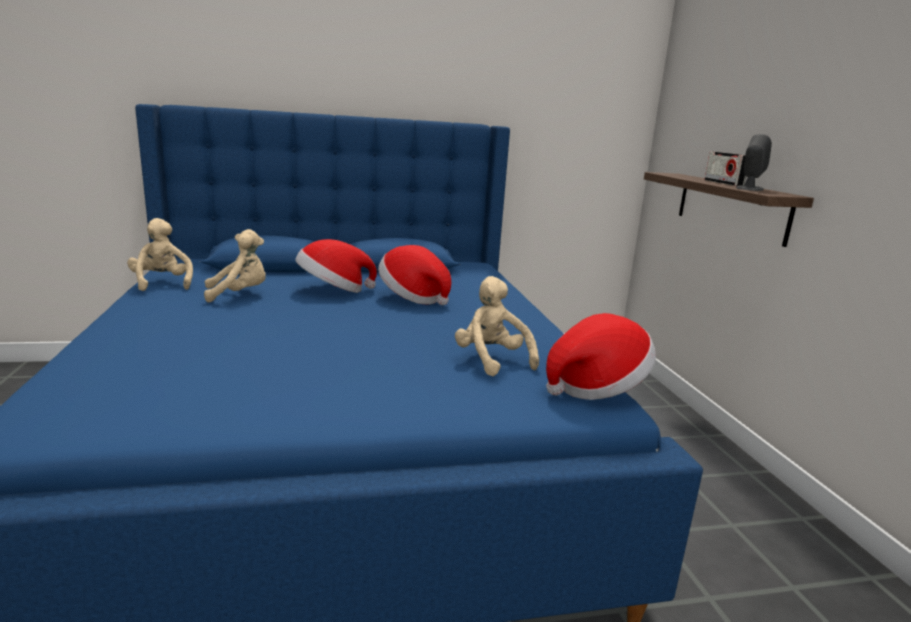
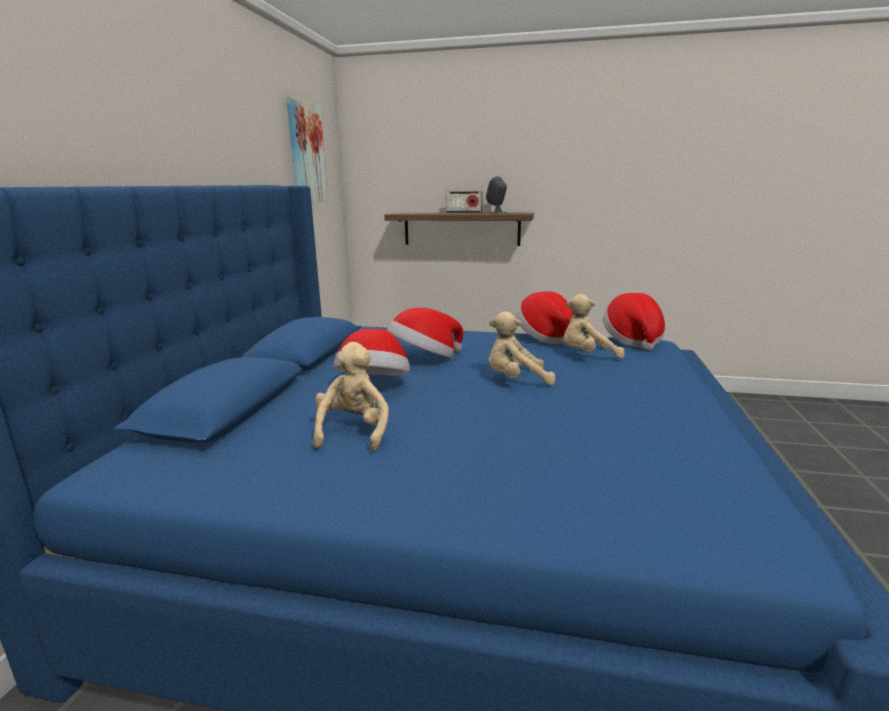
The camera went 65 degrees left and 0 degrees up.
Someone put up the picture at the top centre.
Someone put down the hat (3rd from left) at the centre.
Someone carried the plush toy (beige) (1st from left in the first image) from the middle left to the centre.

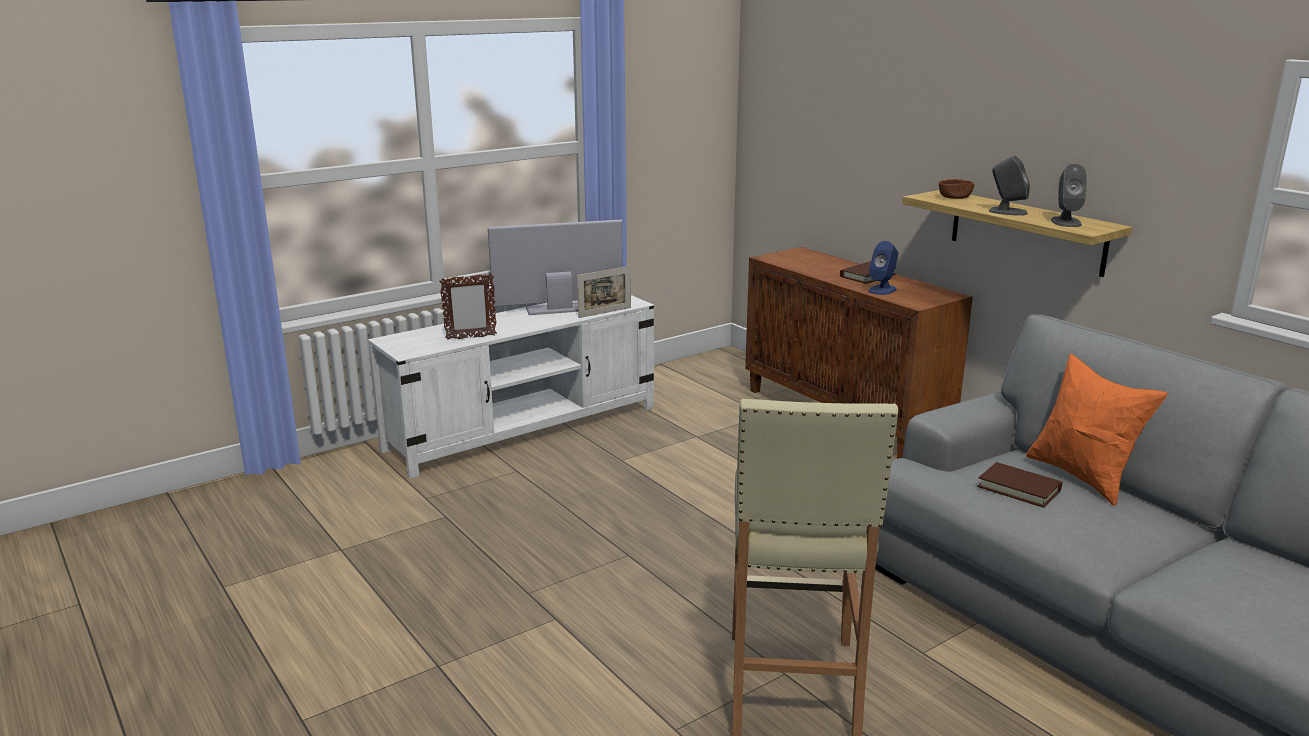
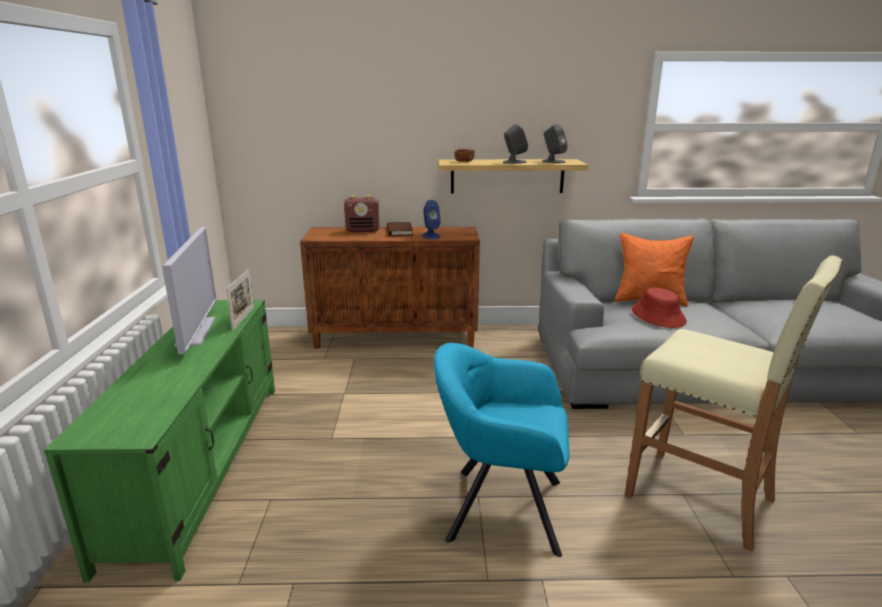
The camera went 55 degrees left and 0 degrees up.
Someone took away the picture frame (1st from left) at the centre.
Someone put down the radio at the centre.
Someone put down the armchair (turquoise) at the bottom centre.
Someone swapped the book (brown) (2nd from left) at the middle right for the hat (red) at the middle right.
Someone repainted the tv stand (white) at the centre, which became the tv stand (green) at the bottom left.
Someone rotated the television at the centre by 150 degrees clockwise.

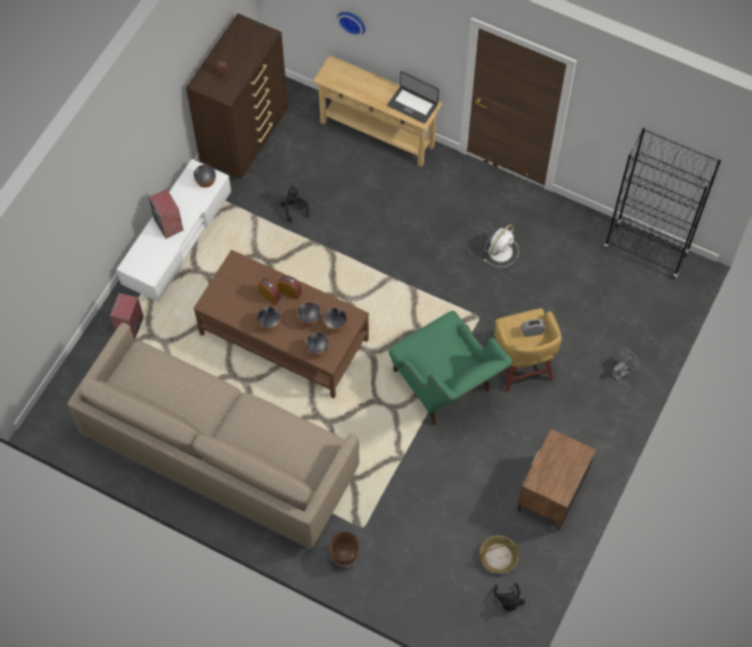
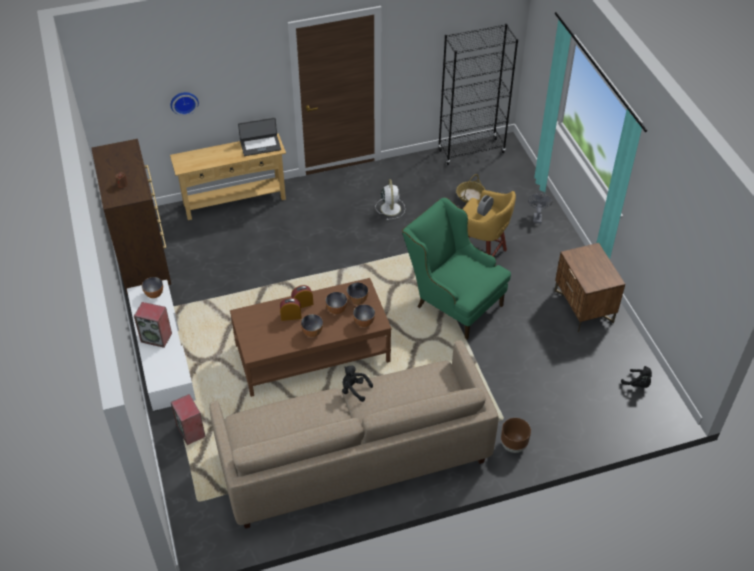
The camera went 45 degrees left and 15 degrees down.
Someone carried the plush toy (black) (1st from left) from the top centre to the bottom centre.
Someone carried the basket from the bottom centre to the top centre.
Someone rotated the armchair (green) at the centre by 150 degrees counterclockwise.

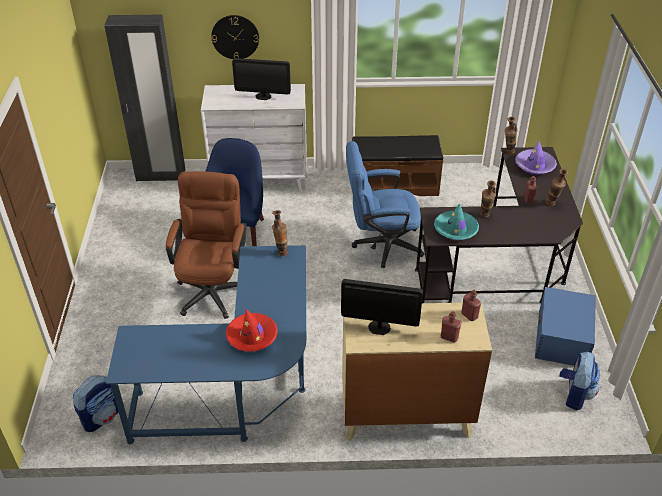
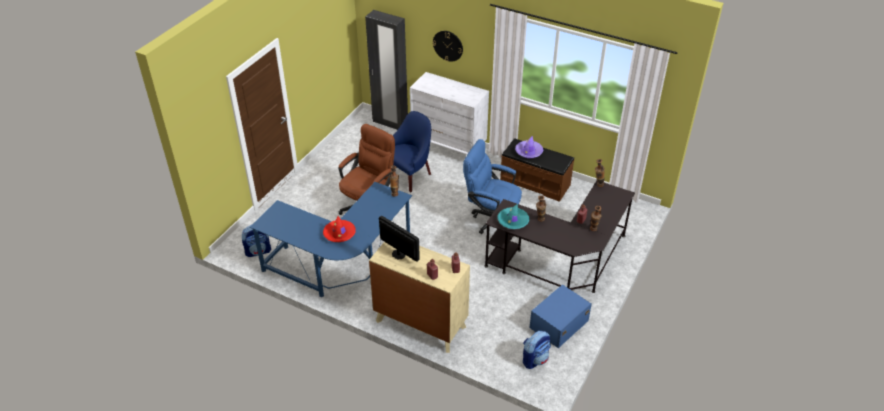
The camera went 30 degrees right and 0 degrees up.
Someone took away the monitor (1st from left) at the top centre.
Someone carried the hat (purple) from the top right to the centre.

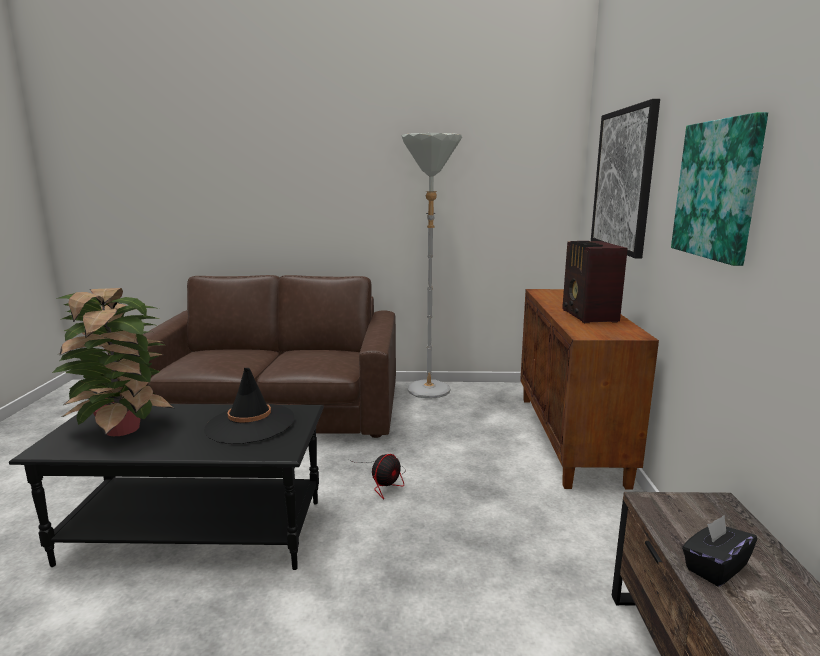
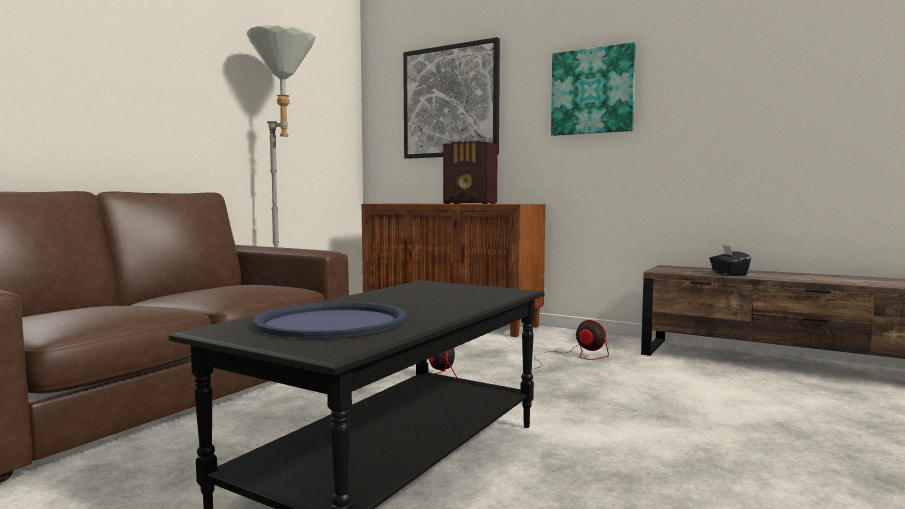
The camera went 60 degrees left and 10 degrees down.
Someone took away the hat (black) at the middle left.
Someone put down the fan (2nd from left) at the bottom centre.
Someone swapped the potted plant at the middle left for the tray (blue) at the centre.

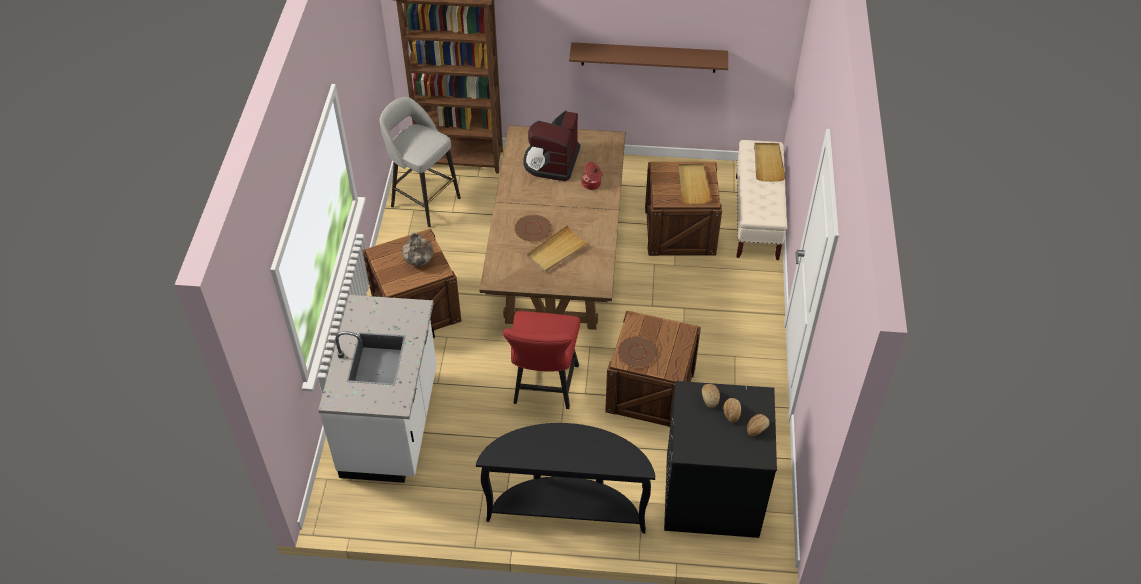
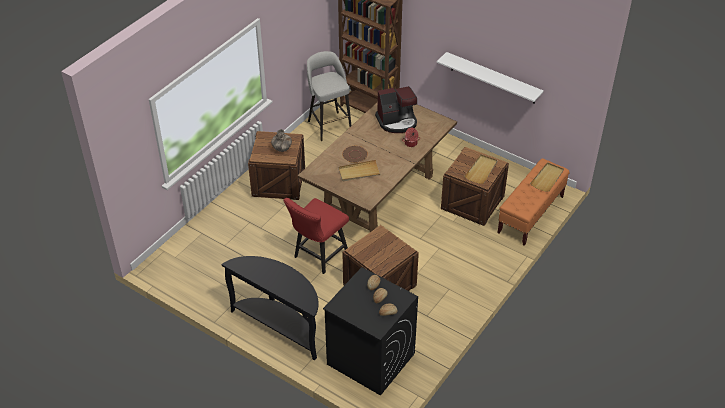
The camera went 30 degrees right and 5 degrees down.
Someone took away the counter (white) at the middle left.
Someone took away the plate (brown) (2nd from left) at the centre.
Someone repainted the shelf (brown) at the top centre, which became the shelf (white) at the top right.
Someone repainted the bench (beige) at the middle right, which became the bench (orange) at the middle right.
Someone rotated the coffee machine at the top centre by 150 degrees counterclockwise.

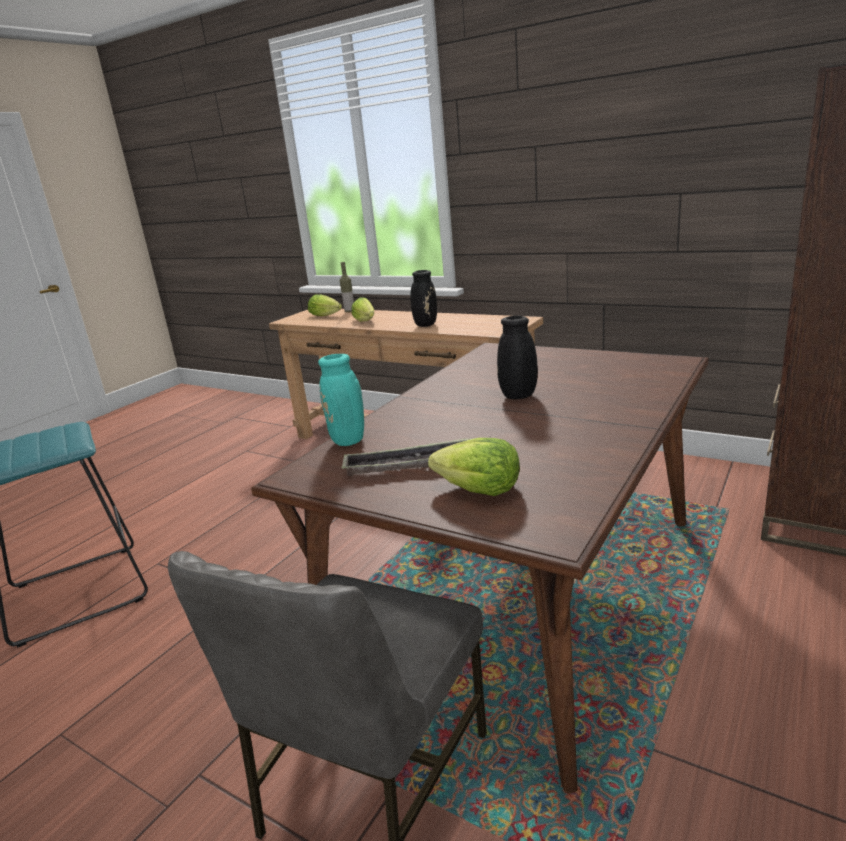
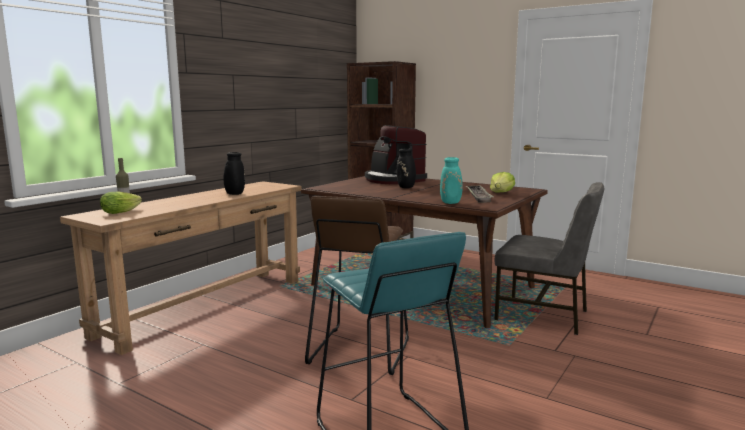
The camera went 90 degrees left and 10 degrees down.
Someone took away the lettuce (2nd from left) at the centre.
Someone put down the stool (brown) at the centre.
Someone put down the coffee machine at the centre.

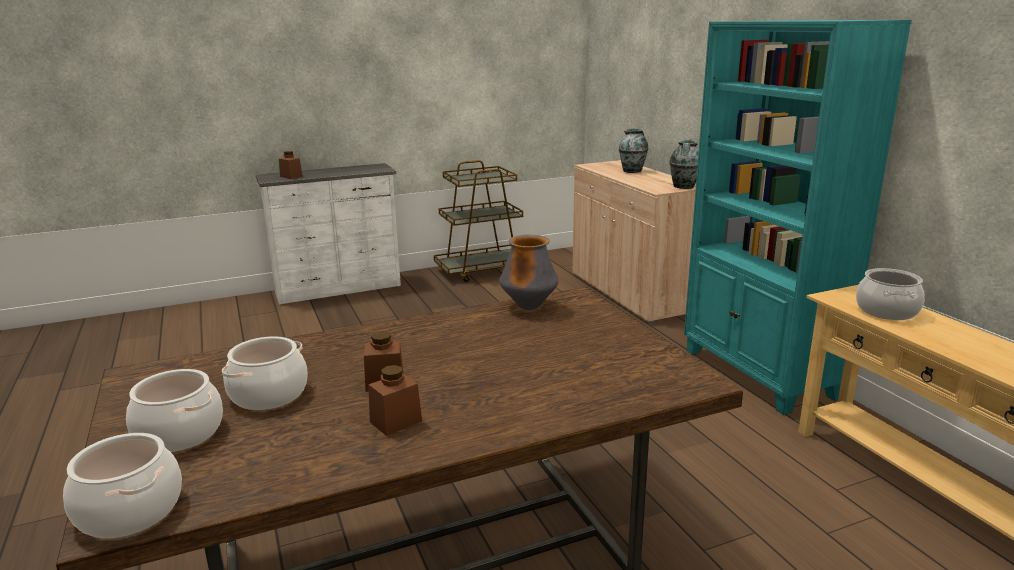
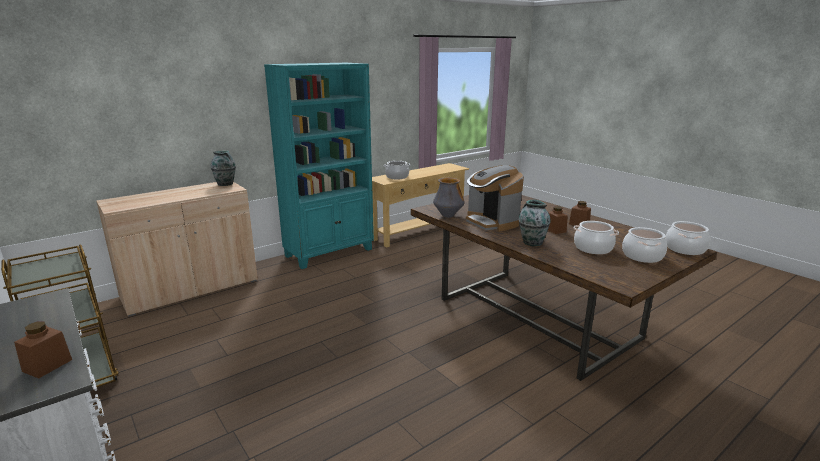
The camera went 105 degrees left and 0 degrees up.
Someone put down the coffee machine at the centre.
Someone carried the vase (2nd from left in the first image) from the top centre to the centre.

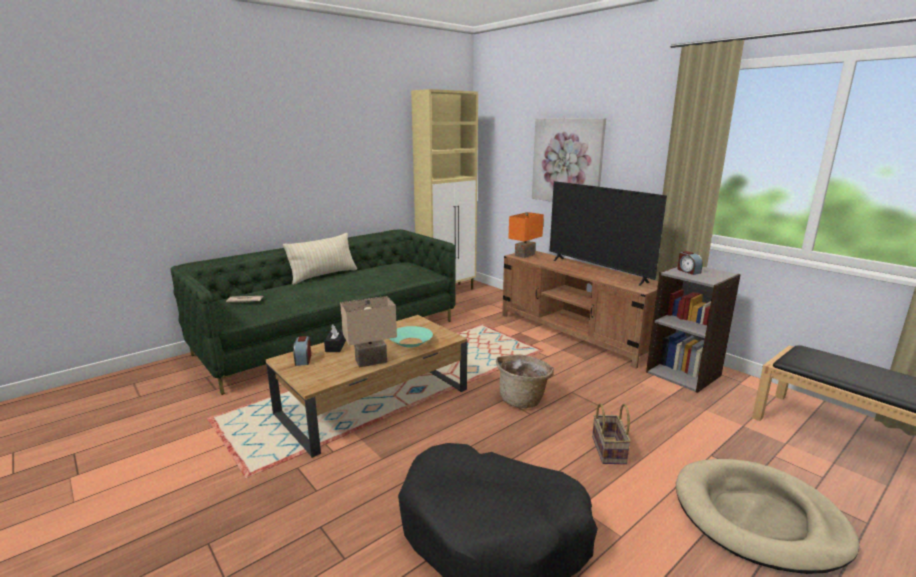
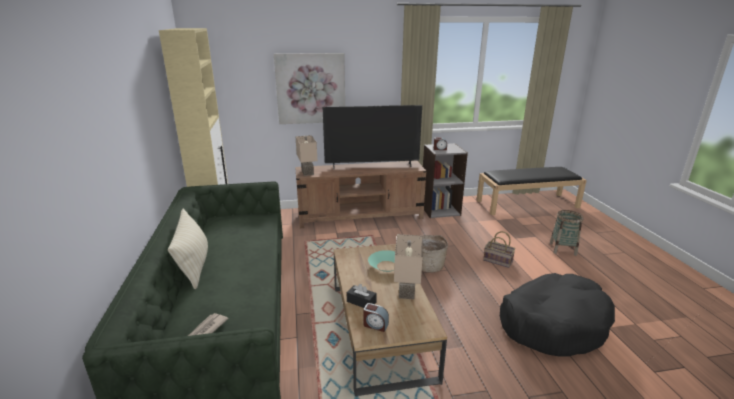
The camera went 60 degrees left and 5 degrees up.
Someone swapped the dog bed (beige) at the bottom right for the basket (3rd from left) at the middle right.
Someone repainted the table lamp (orange) at the centre, which became the table lamp (beige) (1st from left) at the centre.

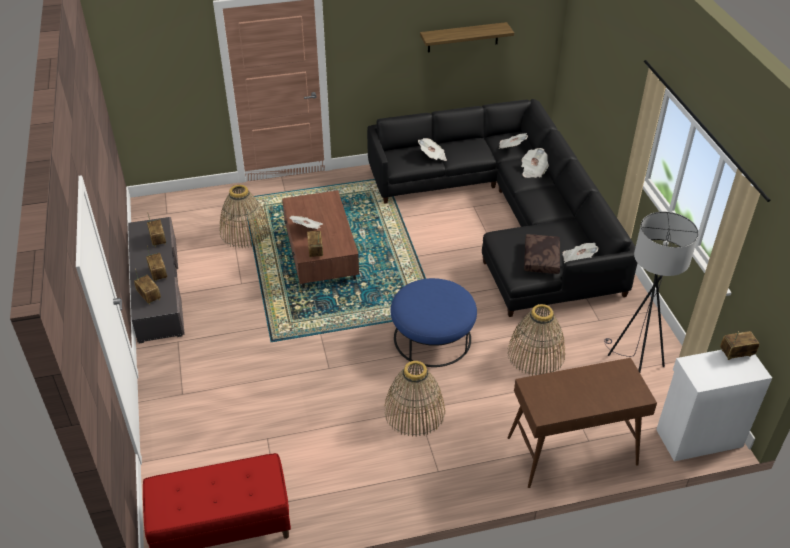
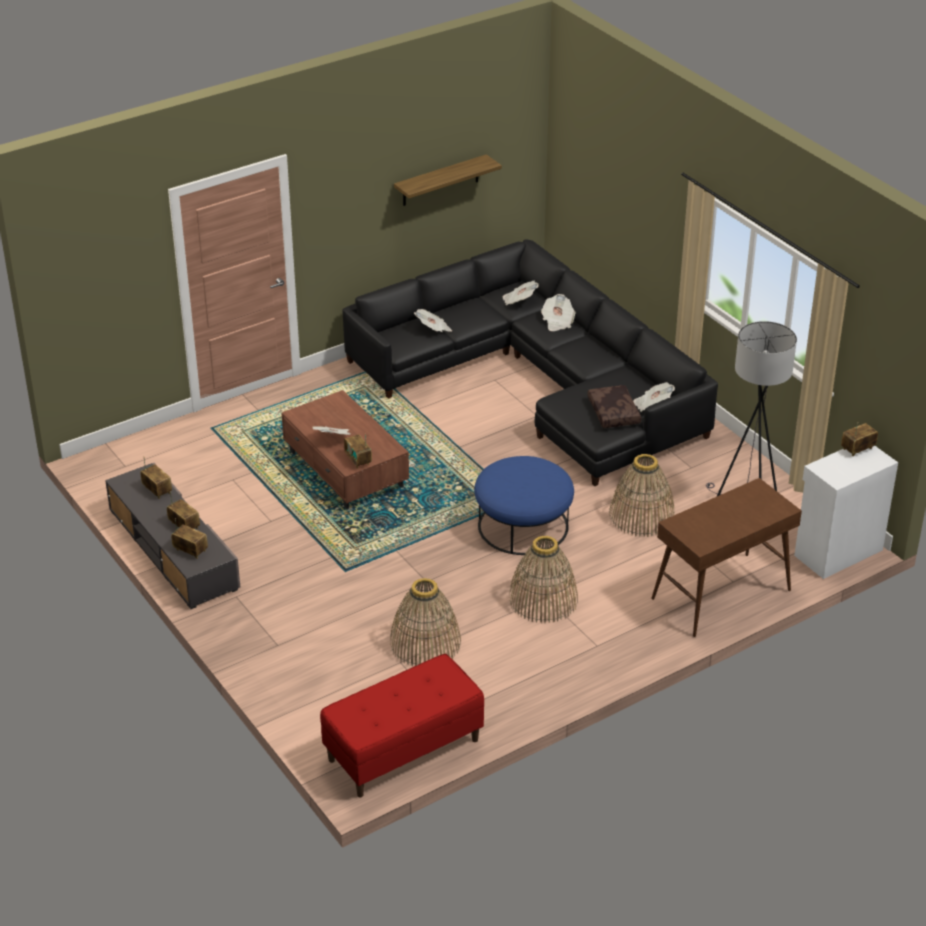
The camera went 20 degrees left and 5 degrees down.
Someone carried the basket (1st from left) from the middle left to the bottom centre.

